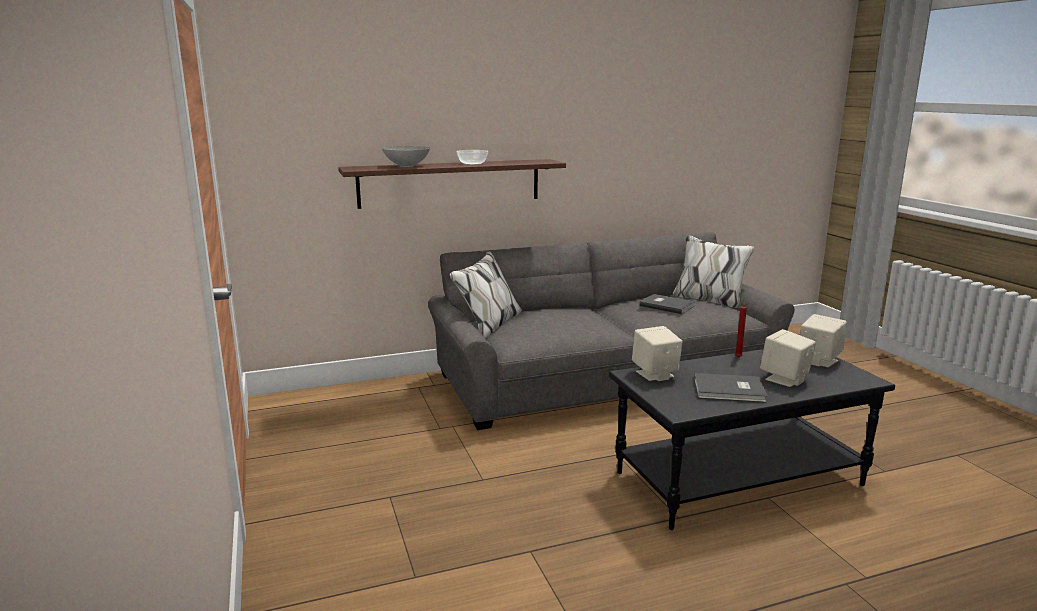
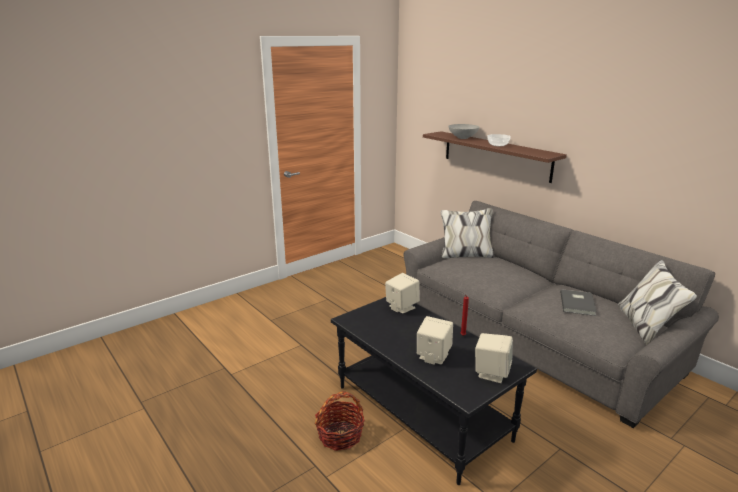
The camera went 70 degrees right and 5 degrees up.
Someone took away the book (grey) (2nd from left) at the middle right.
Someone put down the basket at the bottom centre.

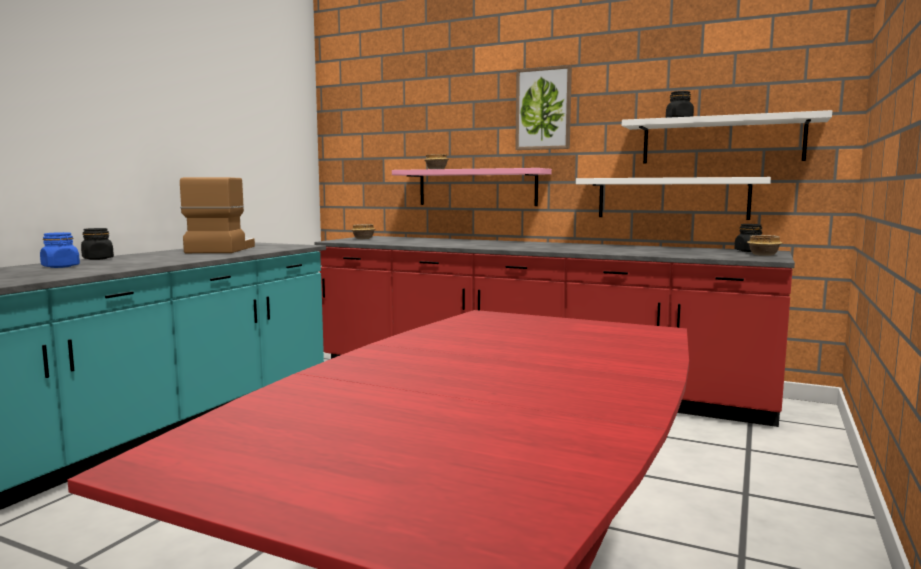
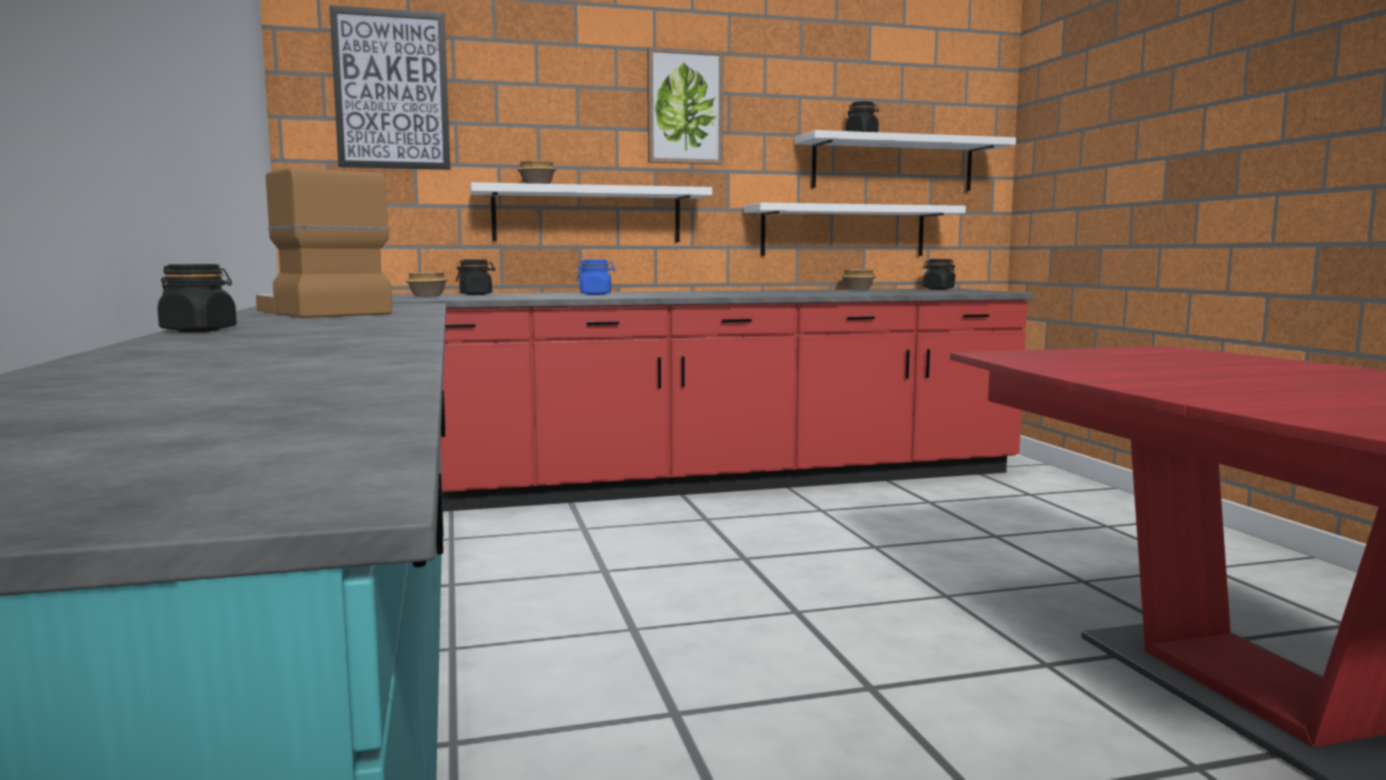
The camera went 40 degrees left and 0 degrees up.
Someone put up the picture (1st from left) at the top left.
Someone put down the jar (black) (2nd from left) at the centre.
Someone carried the jar (blue) from the middle left to the centre.
Someone carried the bowl (3rd from left) from the middle right to the centre.
Someone repainted the shelf (pink) at the top centre, which became the shelf (white) (1st from left) at the top centre.

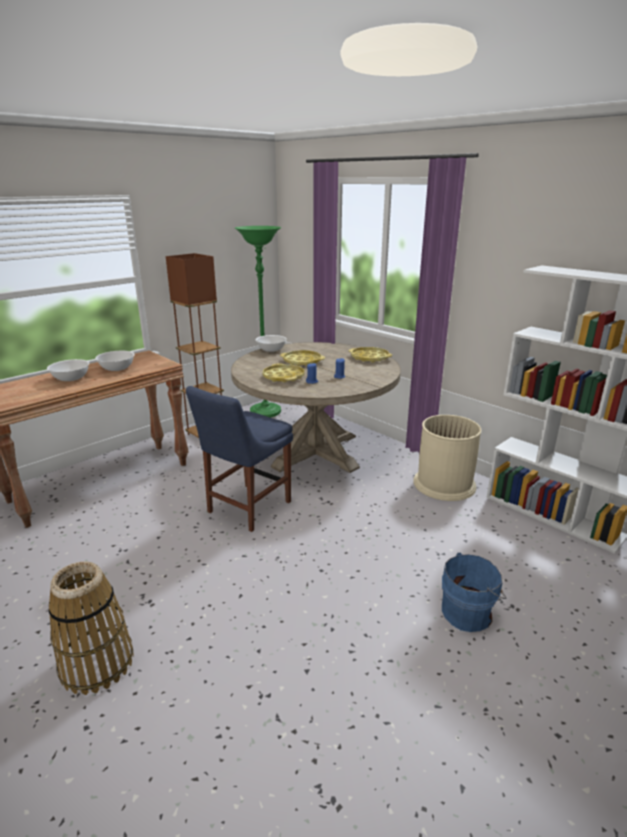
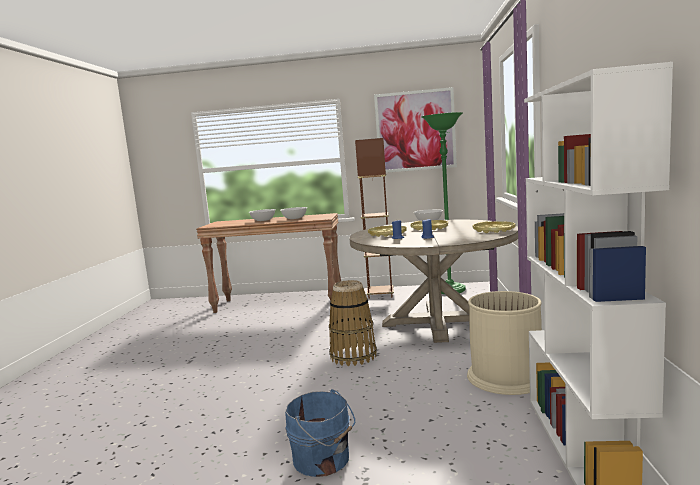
The camera went 50 degrees right and 15 degrees down.
Someone took away the chair (blue) at the centre.
Someone put up the picture at the top centre.
Someone carried the basket from the bottom left to the centre.

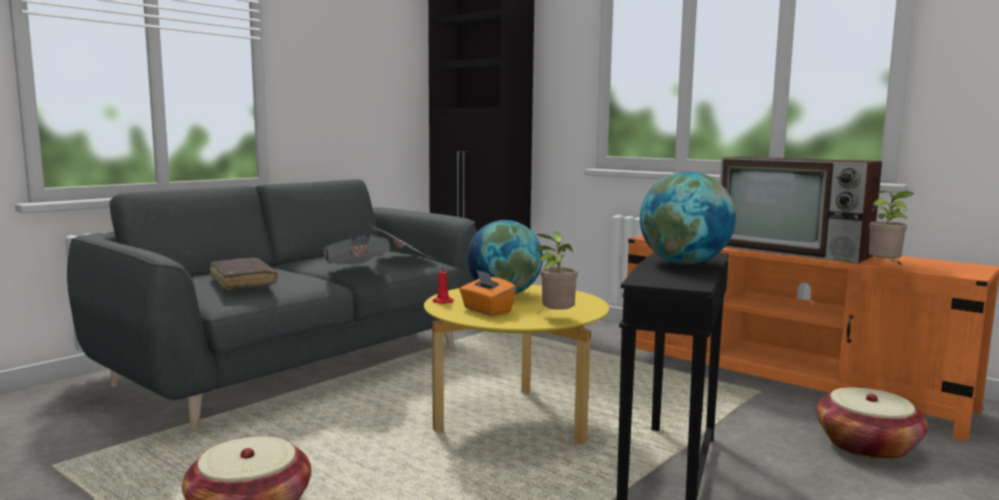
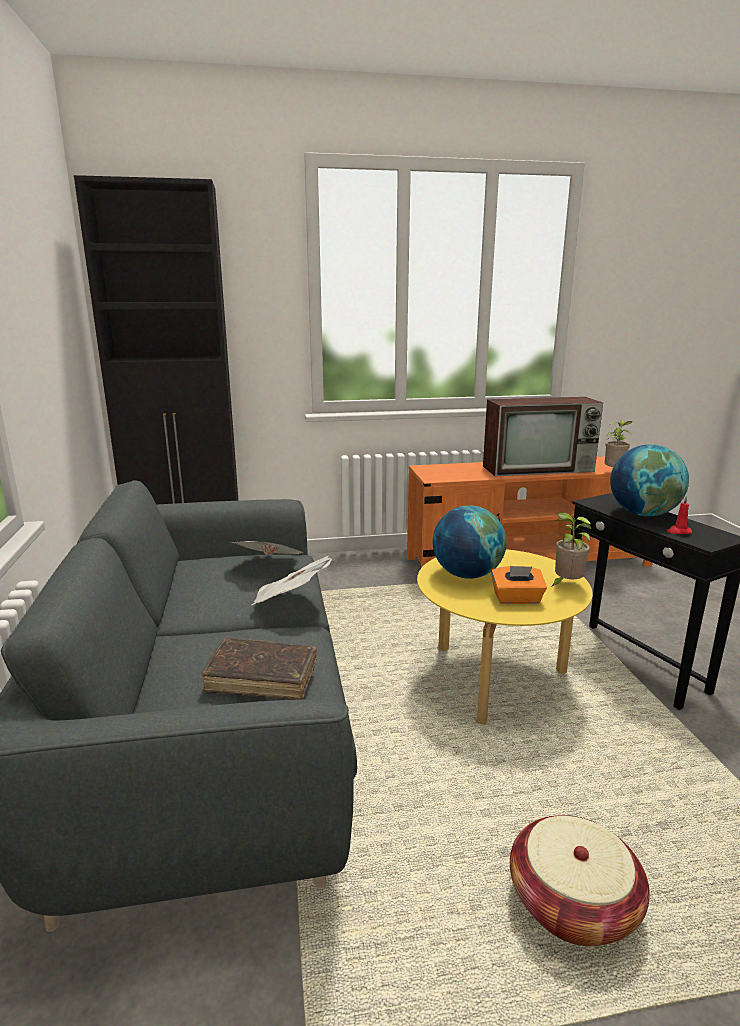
The camera went 50 degrees left and 10 degrees up.
Someone took away the basket (2nd from left) at the bottom right.
Someone carried the candle (red) from the centre to the middle right.

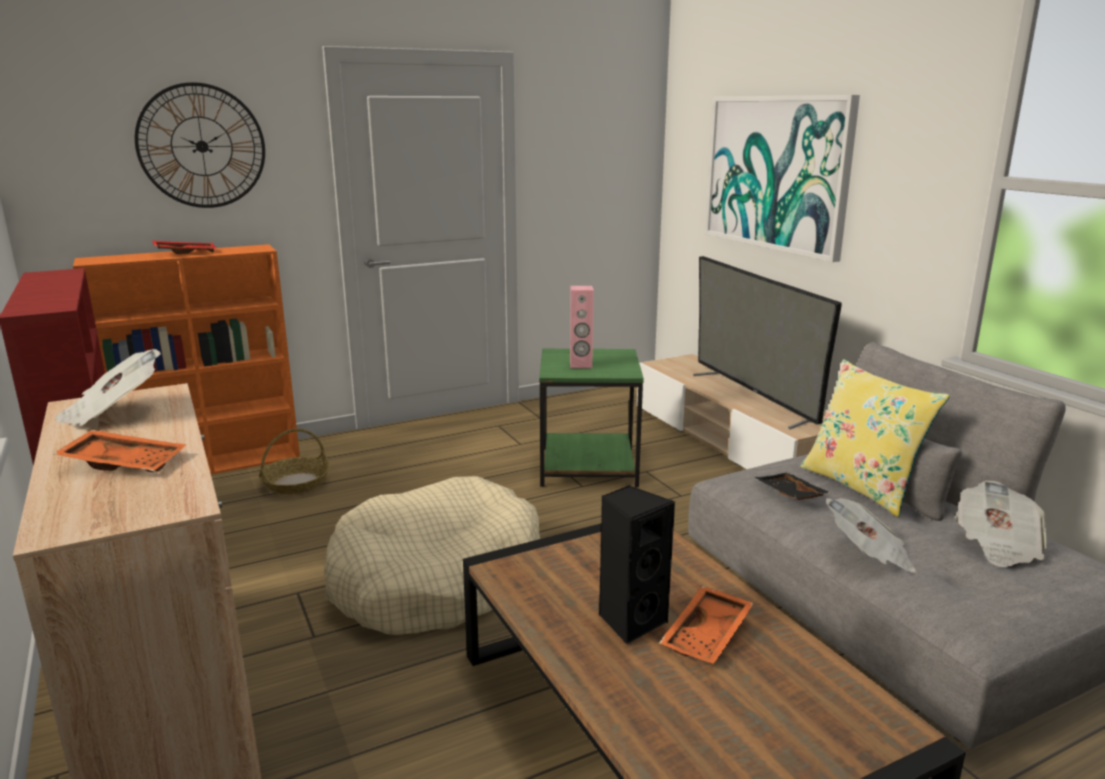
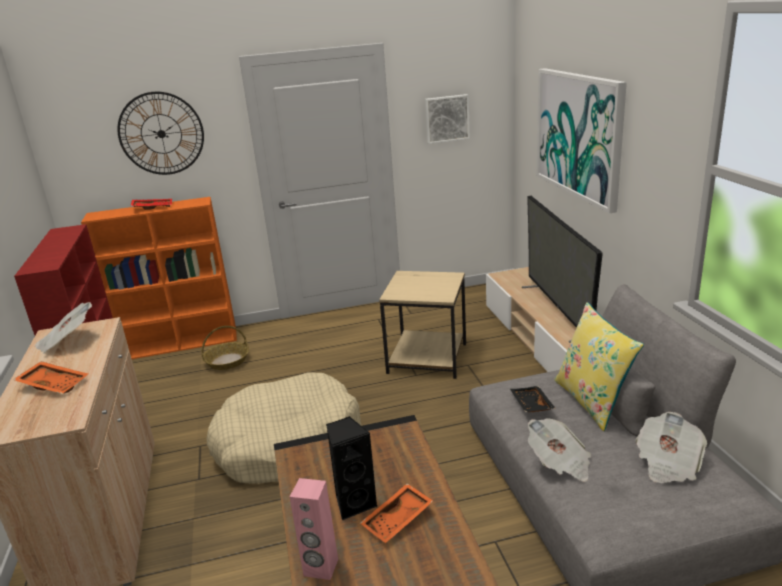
The camera went 15 degrees right and 5 degrees up.
Someone put up the picture (1st from left) at the top centre.
Someone carried the speaker (pink) from the centre to the bottom centre.
Someone repainted the side table (green) at the centre, which became the side table (beige) at the centre.

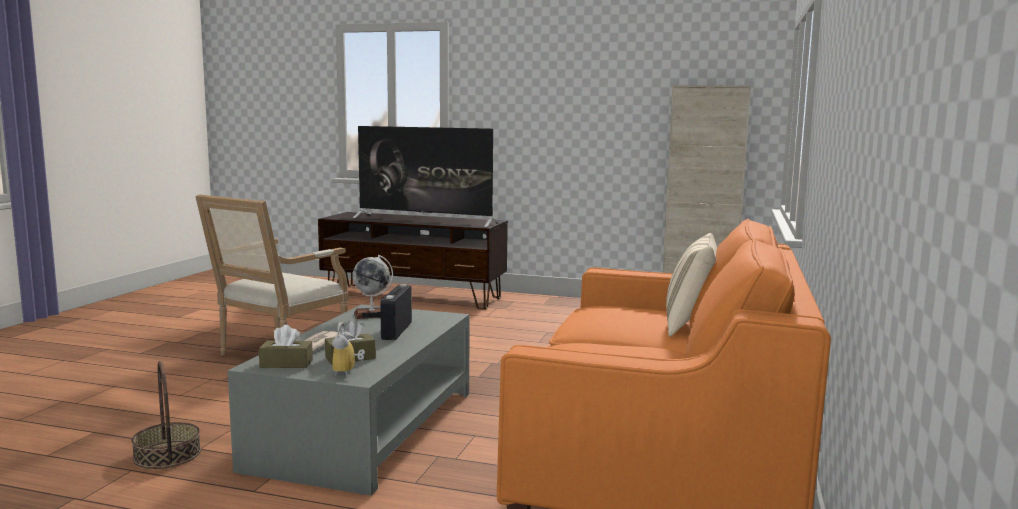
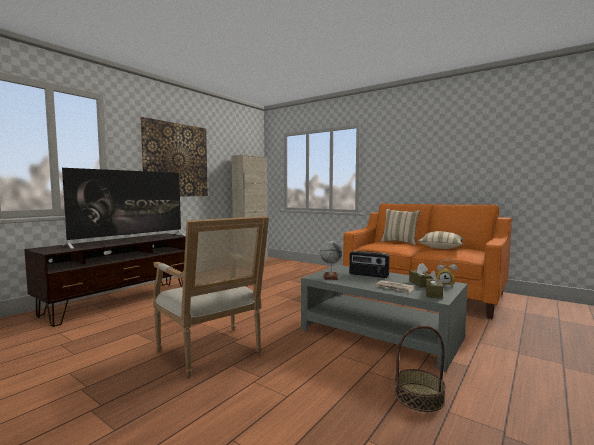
The camera went 70 degrees left and 5 degrees down.
Someone put up the picture at the middle left.
Someone put down the pillow (beige) (2nd from left) at the middle right.

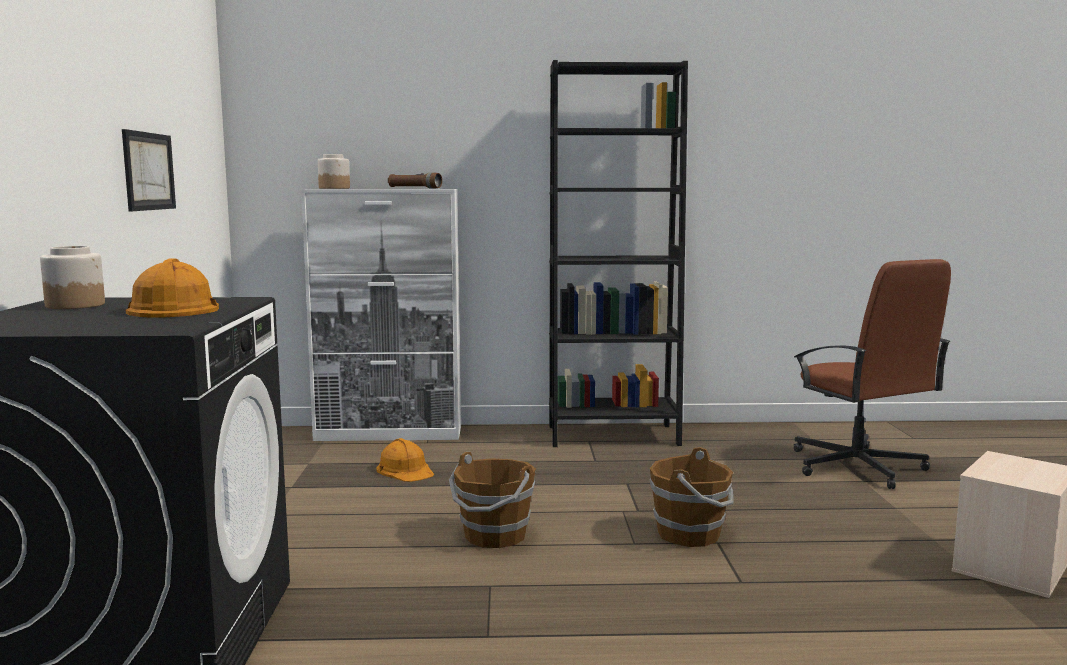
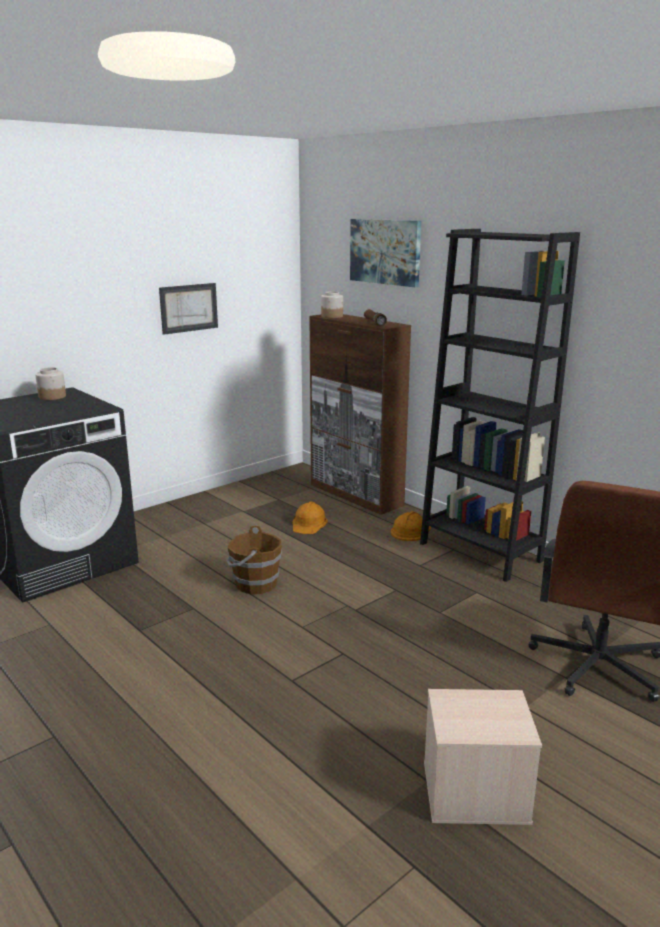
The camera went 50 degrees right and 10 degrees up.
Someone took away the bucket (brown) (2nd from left) at the bottom centre.
Someone put up the picture (2nd from left) at the top centre.
Someone carried the hard hat (orange) (1st from left in the first image) from the middle left to the centre.
Someone repainted the cabinet (white) at the centre, which became the cabinet (brown) at the centre.

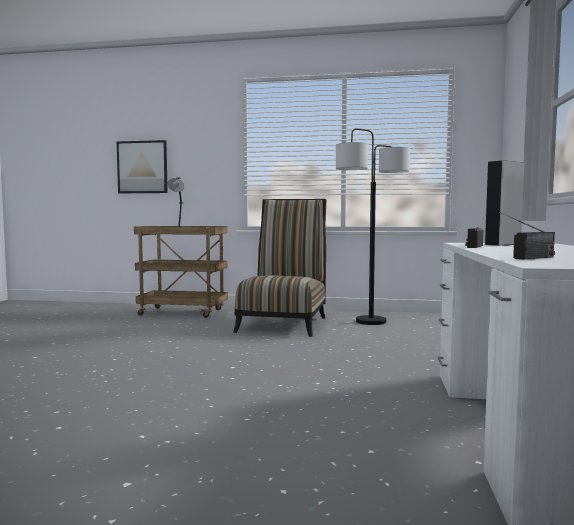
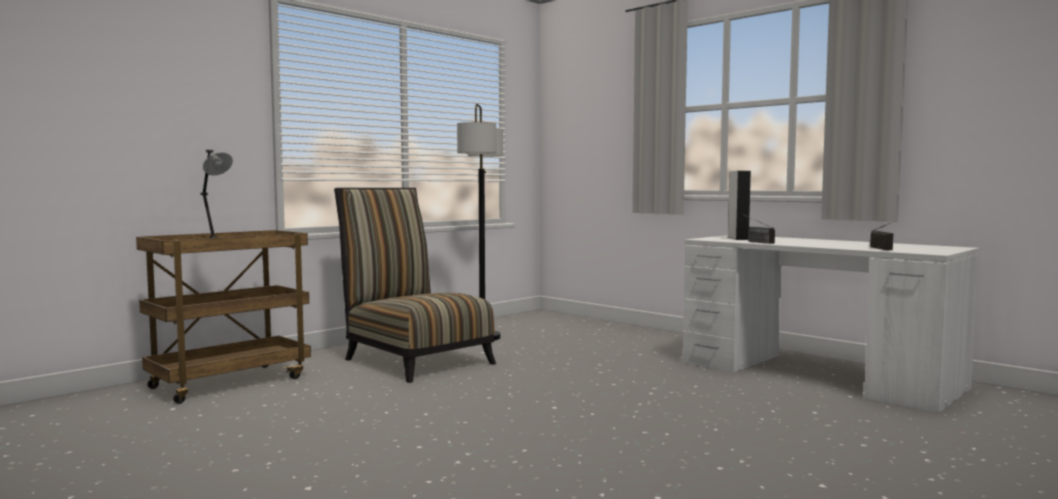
The camera went 55 degrees left and 0 degrees up.
Someone took away the picture at the top left.

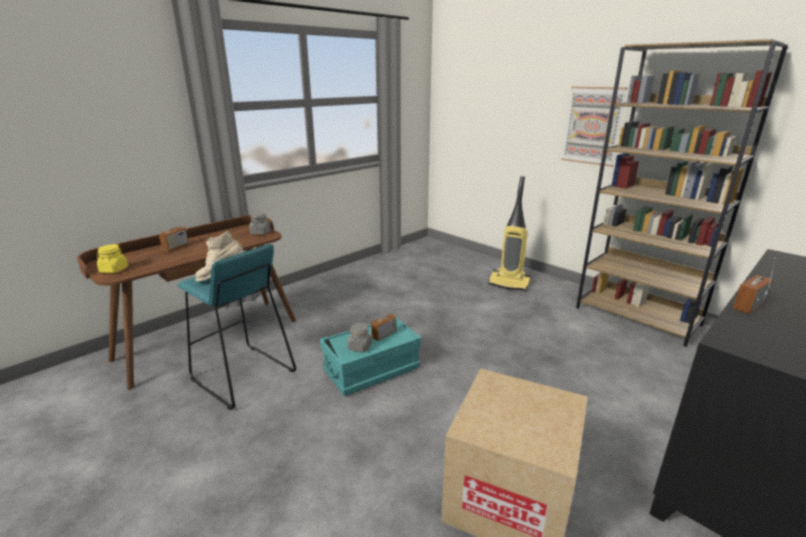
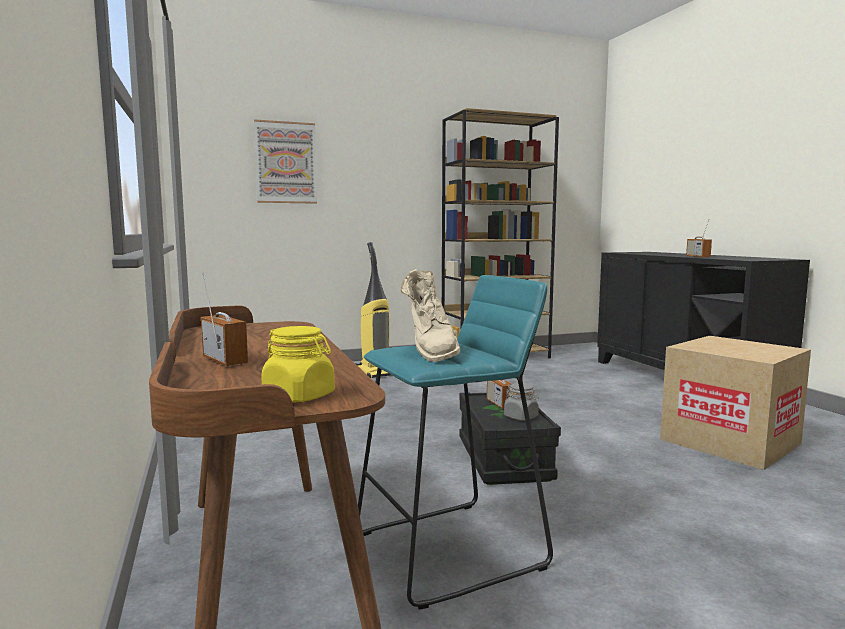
The camera went 65 degrees left and 15 degrees down.
Someone took away the jar (grey) (1st from left) at the middle left.
Someone carried the picture from the top right to the top centre.
Someone repainted the storage box (turquoise) at the centre, which became the storage box (black) at the bottom centre.

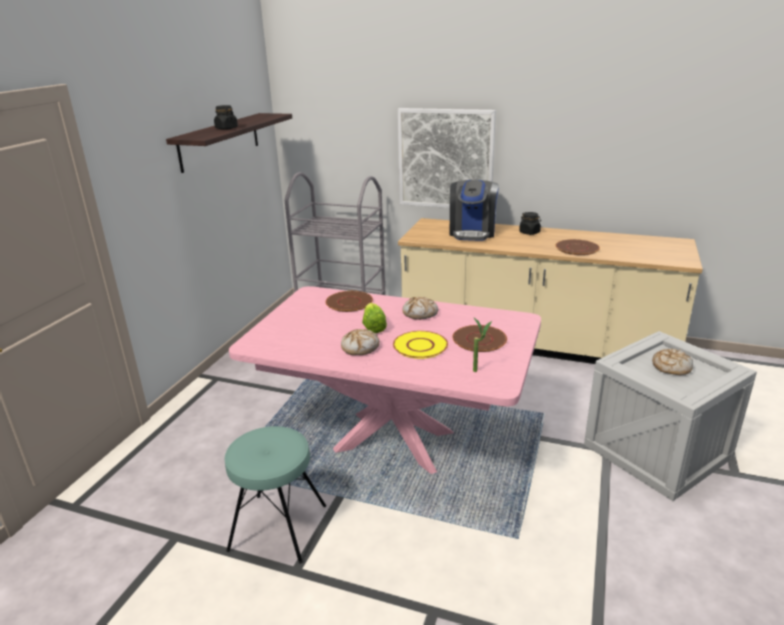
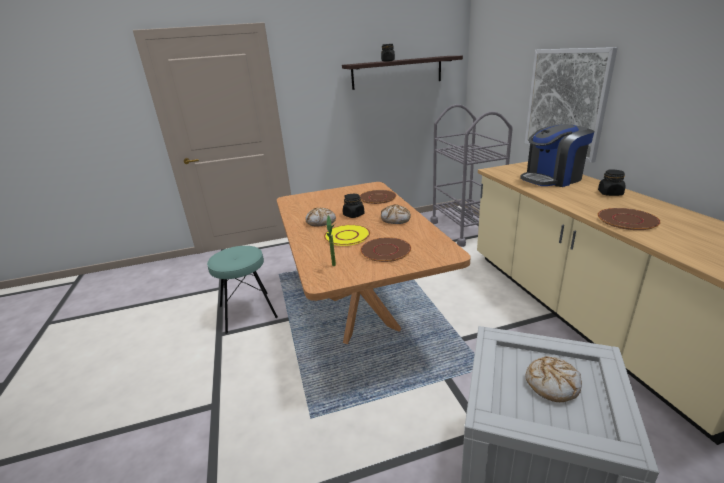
The camera went 55 degrees right and 0 degrees up.
Someone swapped the lettuce at the centre for the jar (black) (1st from left) at the centre.
Someone repainted the dining table (pink) at the centre, which became the dining table (brown) at the centre.

